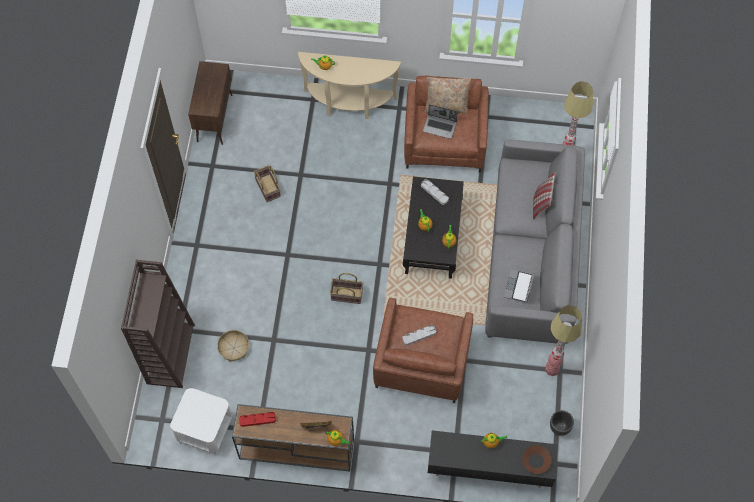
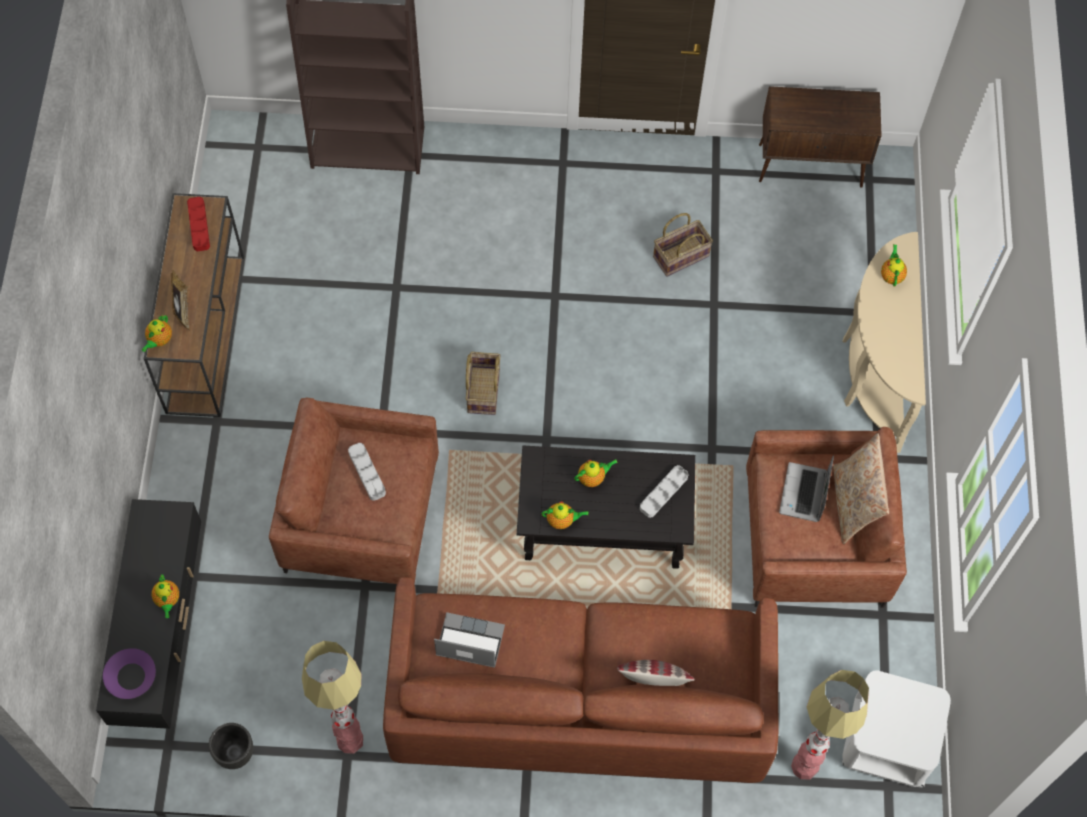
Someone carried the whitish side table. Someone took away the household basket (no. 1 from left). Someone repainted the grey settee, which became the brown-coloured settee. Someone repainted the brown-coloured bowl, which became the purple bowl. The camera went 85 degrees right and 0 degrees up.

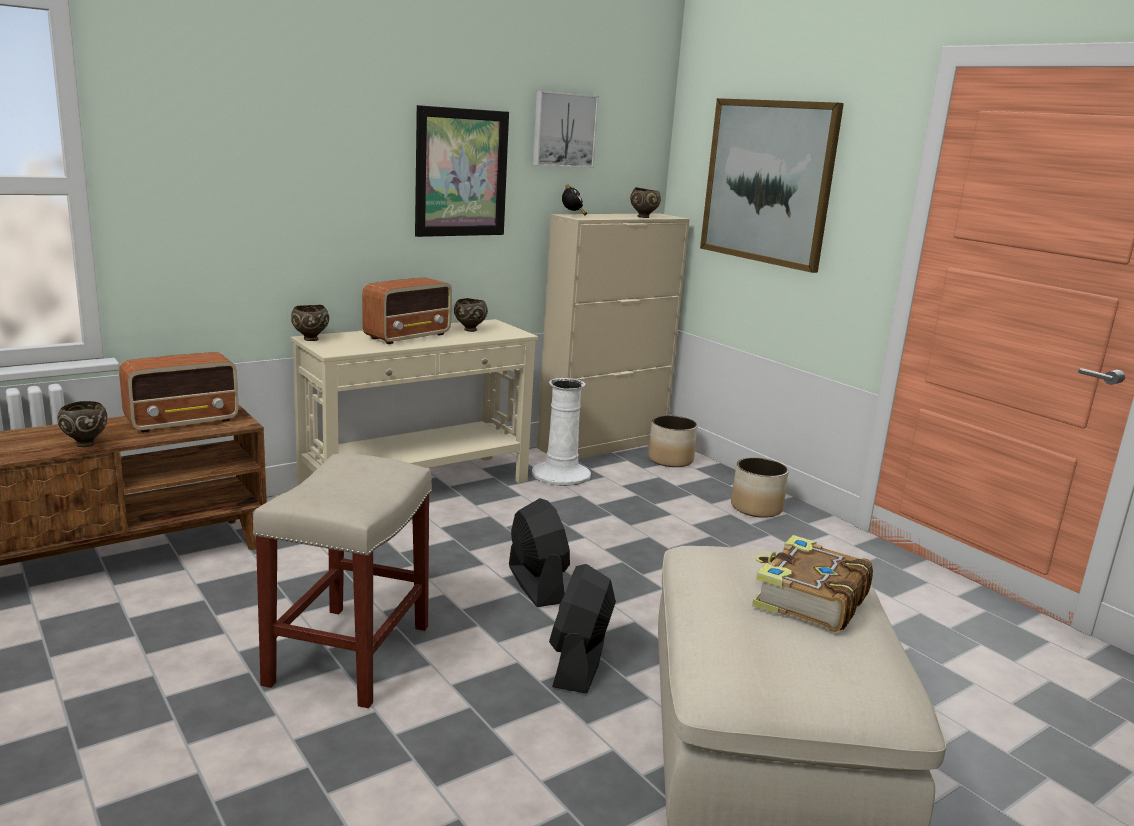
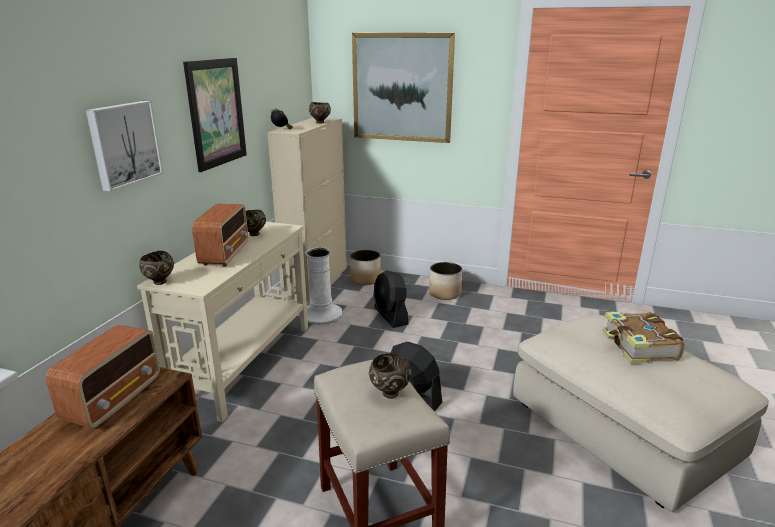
Someone carried the brown-coloured bowl (no. 1 from left in the first image). Someone carried the wall picture (no. 2 from left in the first image). Someone carried the black fan (no. 2 from left in the first image). The camera went 35 degrees left and 5 degrees up.

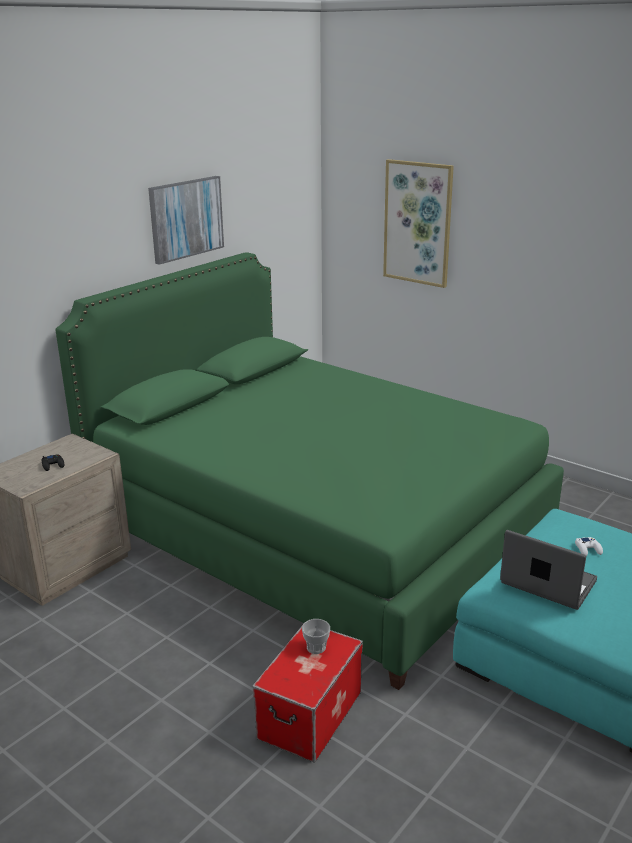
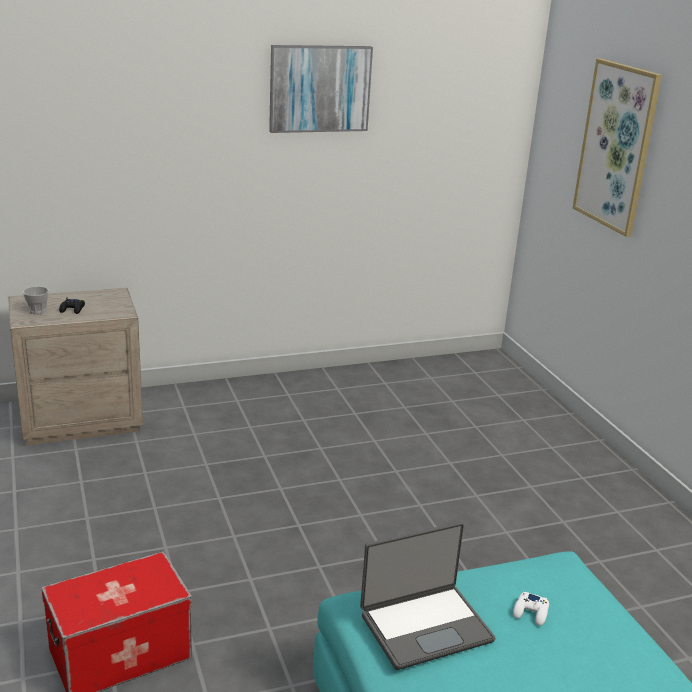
Someone took away the green sleeping bed. Someone carried the drinking cup. Someone rotated the notebook computer by 90 degrees clockwise. The camera went 30 degrees right and 0 degrees up.

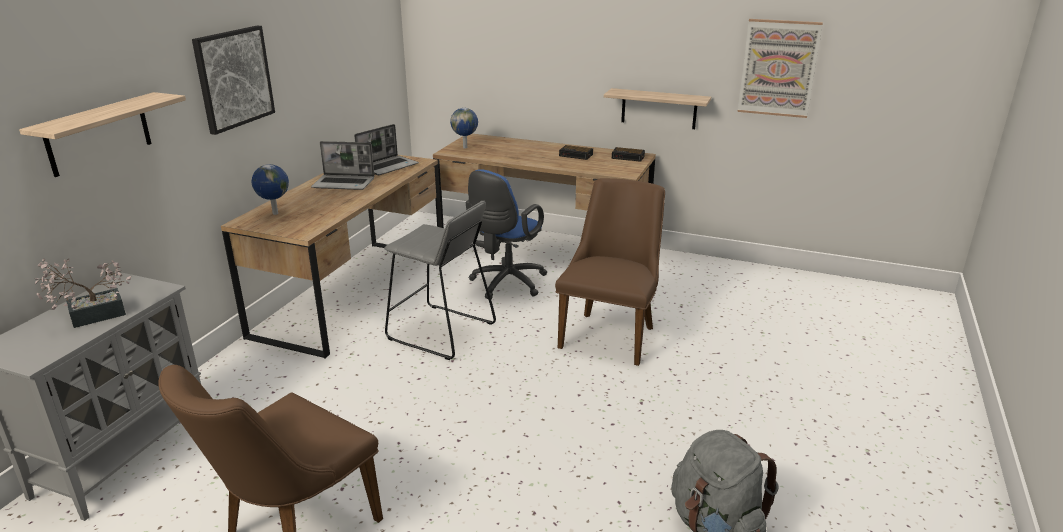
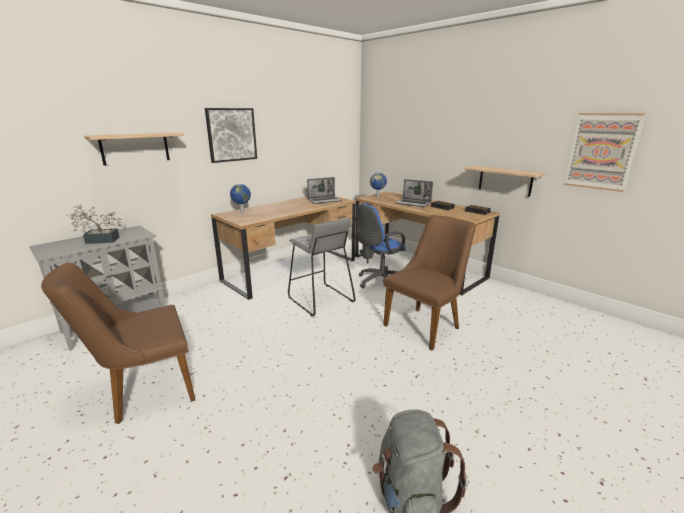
Someone carried the notebook computer (no. 1 from left in the first image). The camera went 25 degrees right and 5 degrees down.

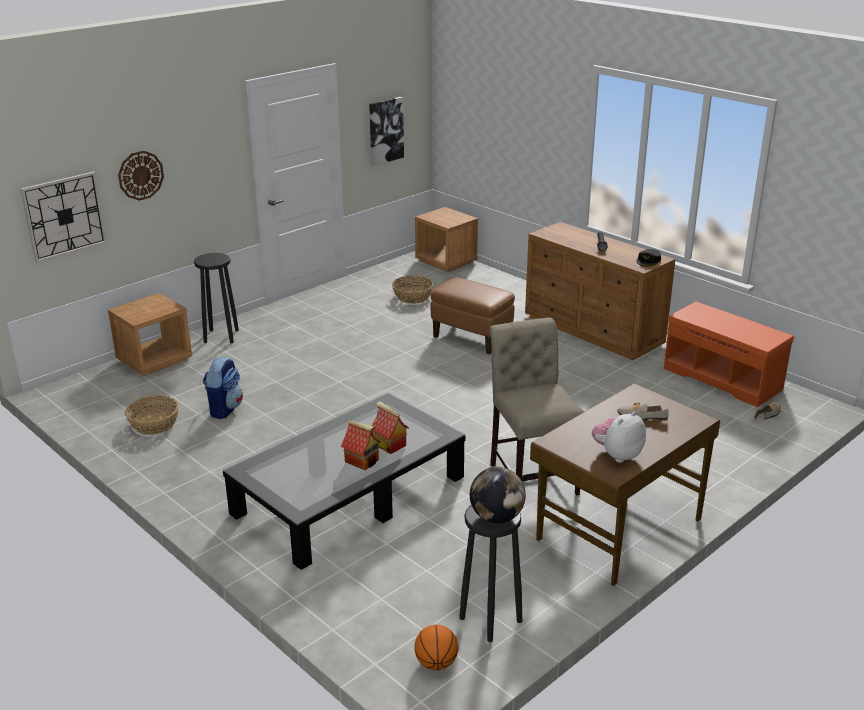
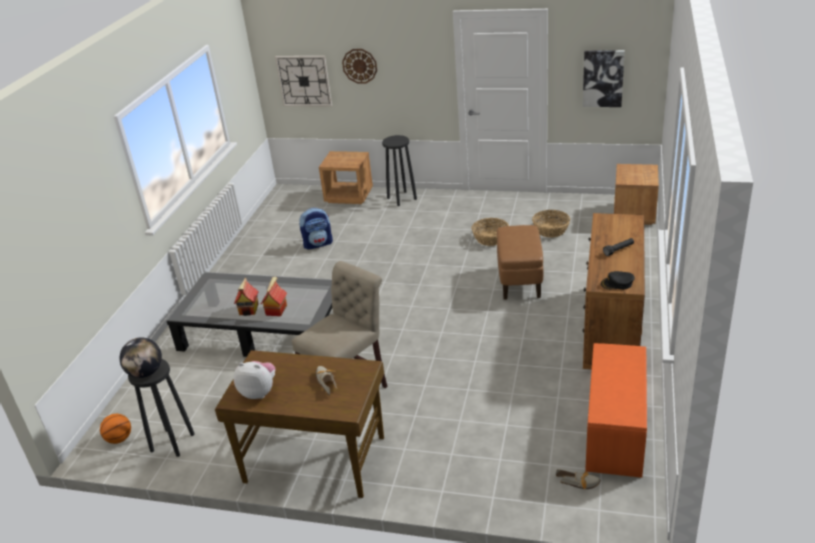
Someone carried the household basket (no. 1 from left). The camera went 60 degrees right and 5 degrees up.

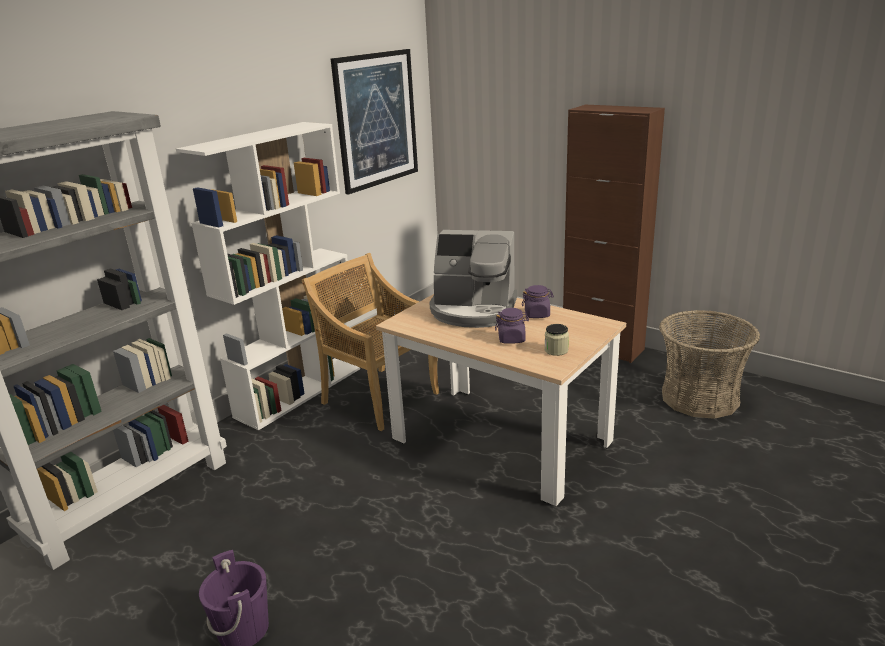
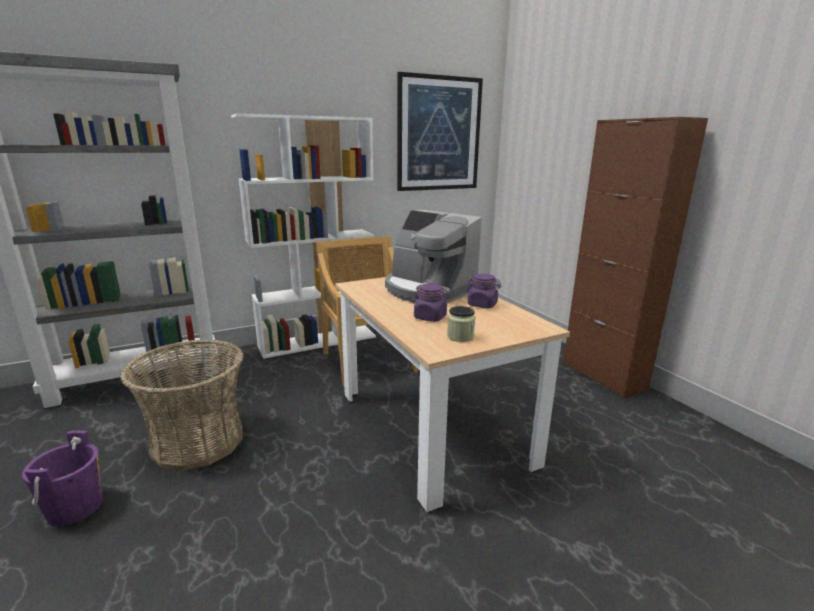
Someone carried the household basket. The camera went 25 degrees right and 5 degrees down.

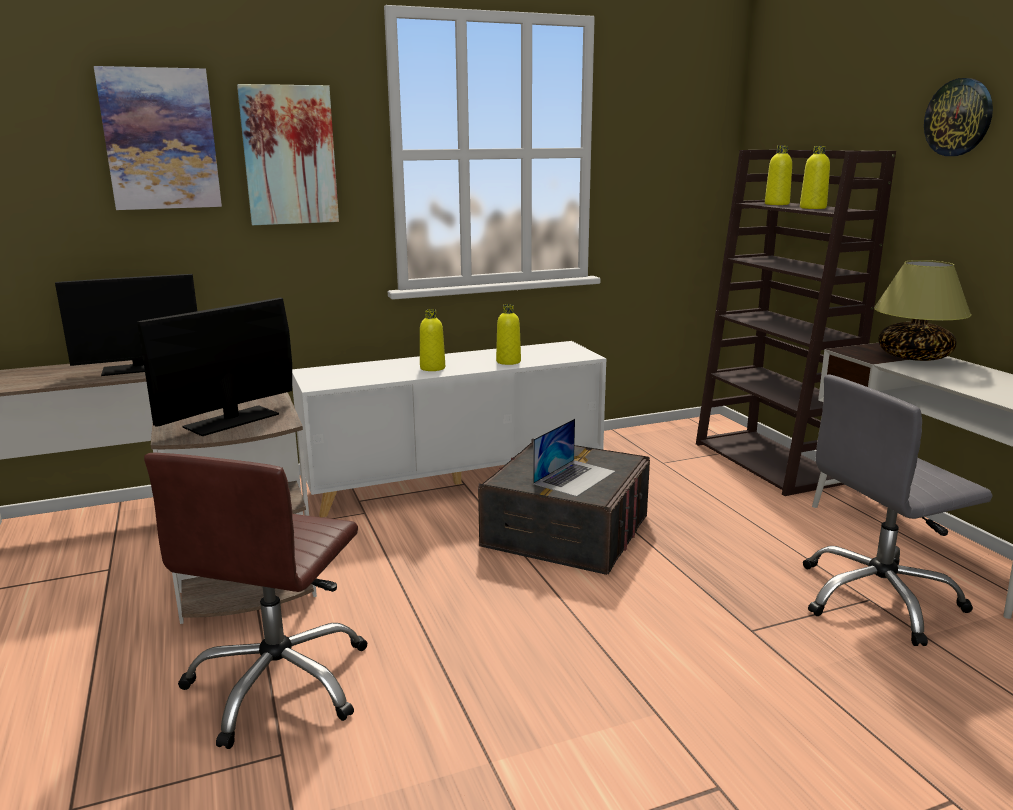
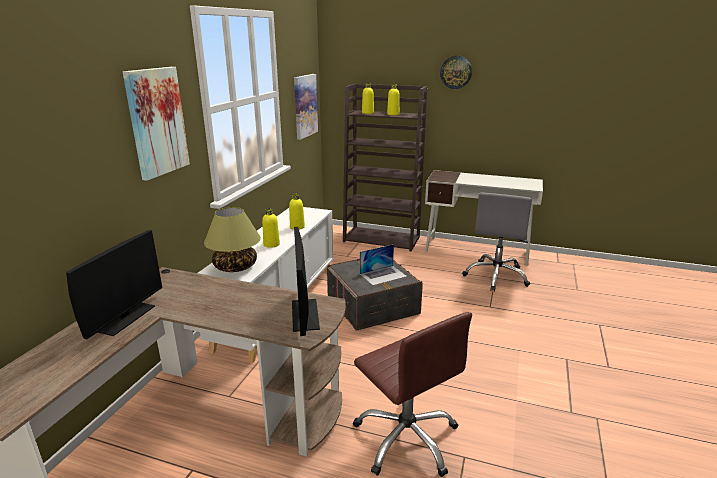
Someone carried the wall picture (no. 1 from left in the first image). Someone rotated the notebook computer by 75 degrees clockwise. Someone carried the lamp for a table. The camera went 50 degrees left and 5 degrees up.

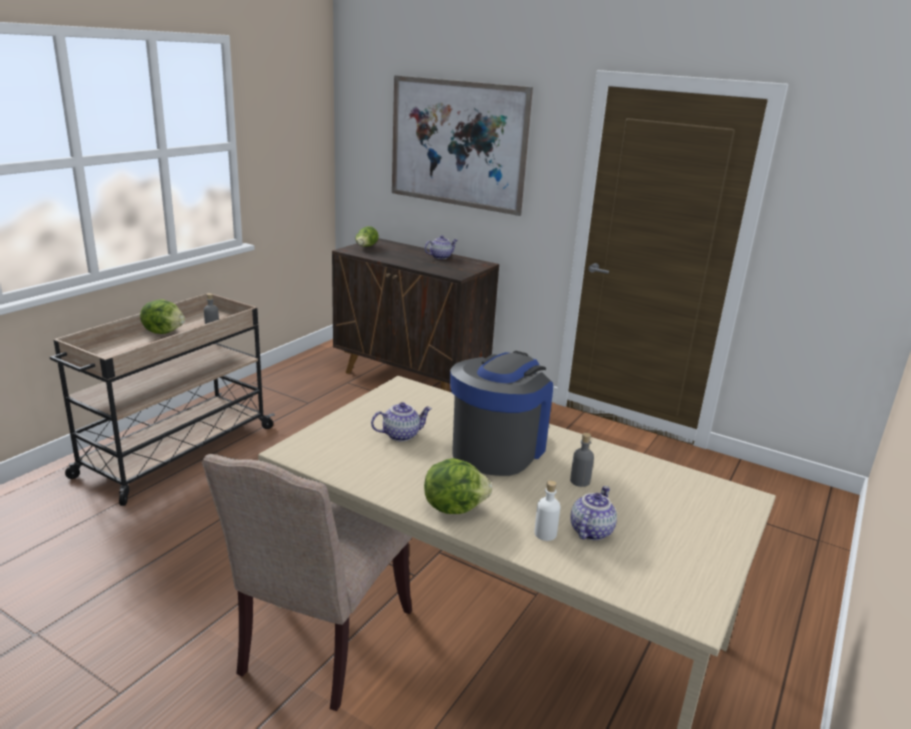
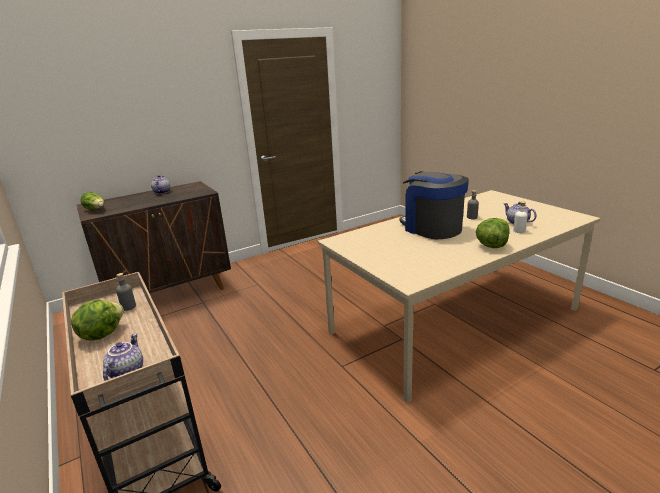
Someone took away the beige-coloured upright chair. Someone carried the pot for tea (no. 1 from left). Someone took away the wall picture. The camera went 60 degrees left and 0 degrees up.

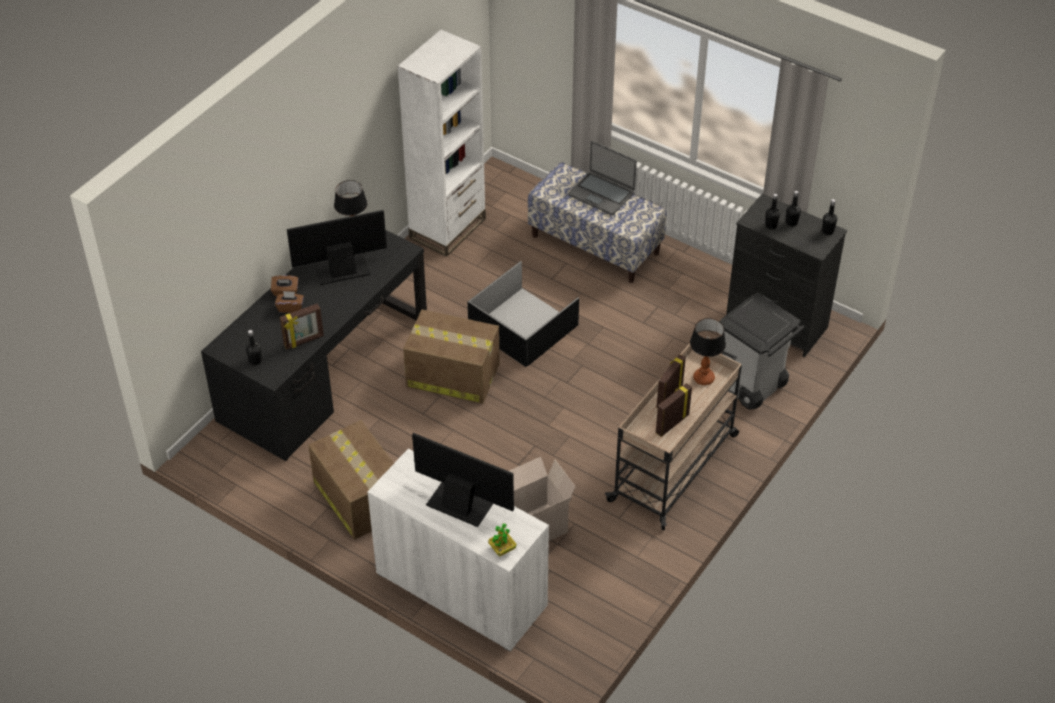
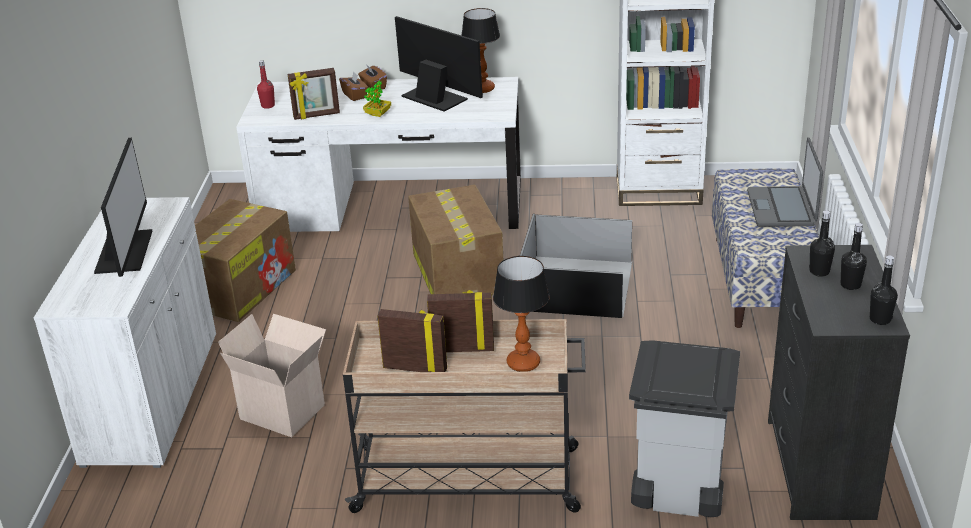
Someone repainted the black desk table, which became the whitish desk table. Someone repainted the black bottle (no. 1 from left), which became the red bottle. Someone rotated the photo frame (no. 1 from left) by 45 degrees counterclockwise. Someone carried the potted plant. The camera went 60 degrees right and 15 degrees down.

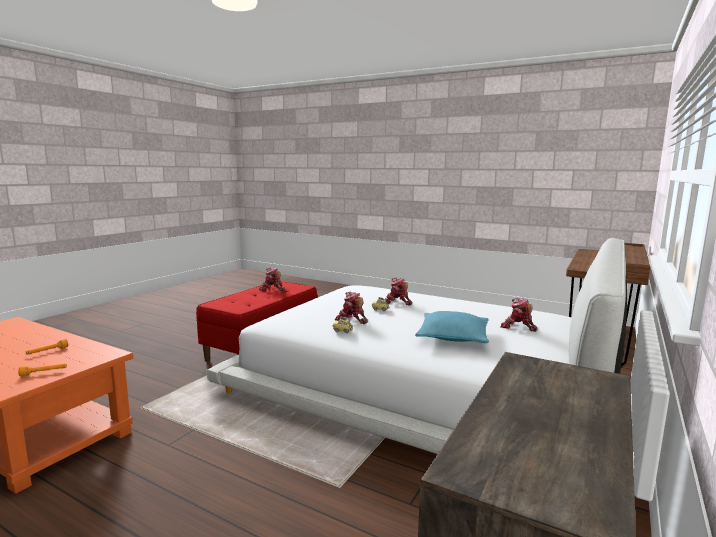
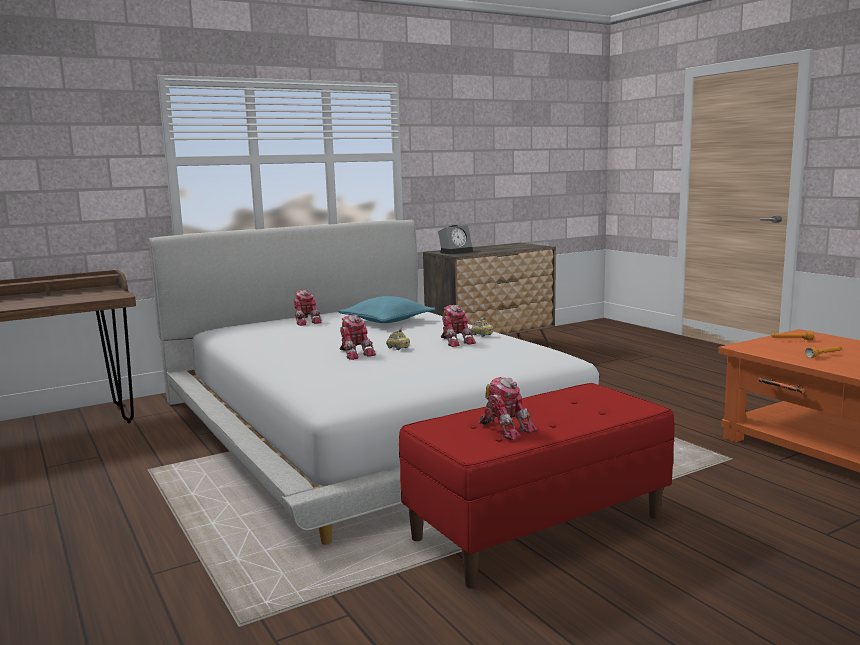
Someone put down the table clock. The camera went 150 degrees left and 0 degrees up.

